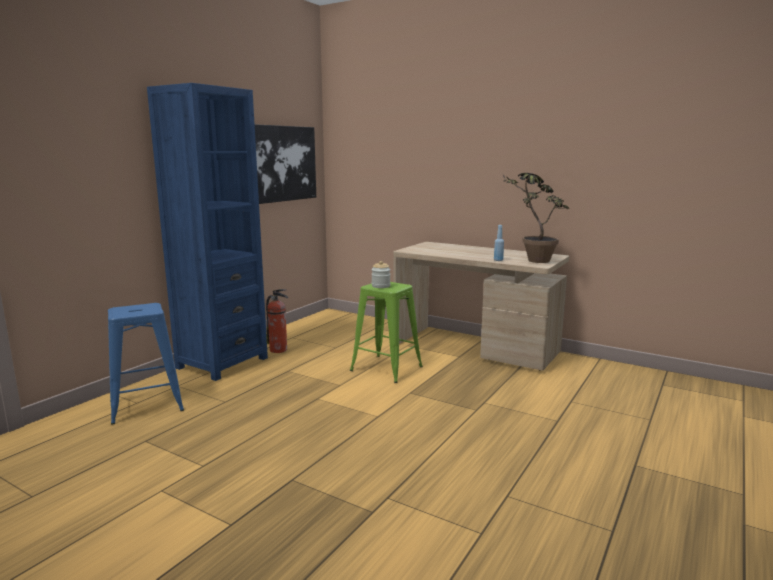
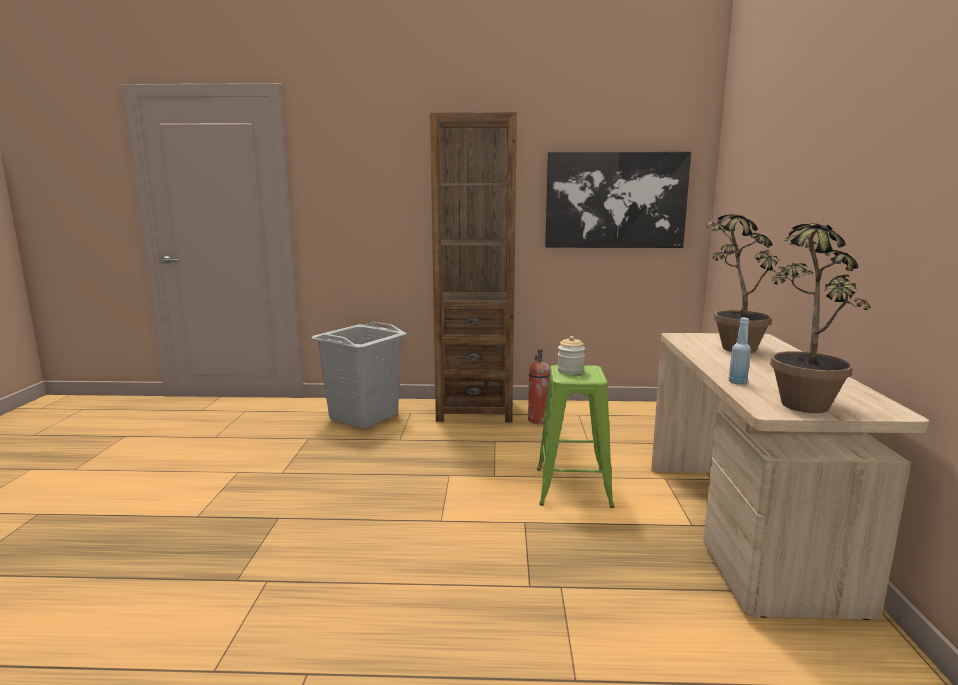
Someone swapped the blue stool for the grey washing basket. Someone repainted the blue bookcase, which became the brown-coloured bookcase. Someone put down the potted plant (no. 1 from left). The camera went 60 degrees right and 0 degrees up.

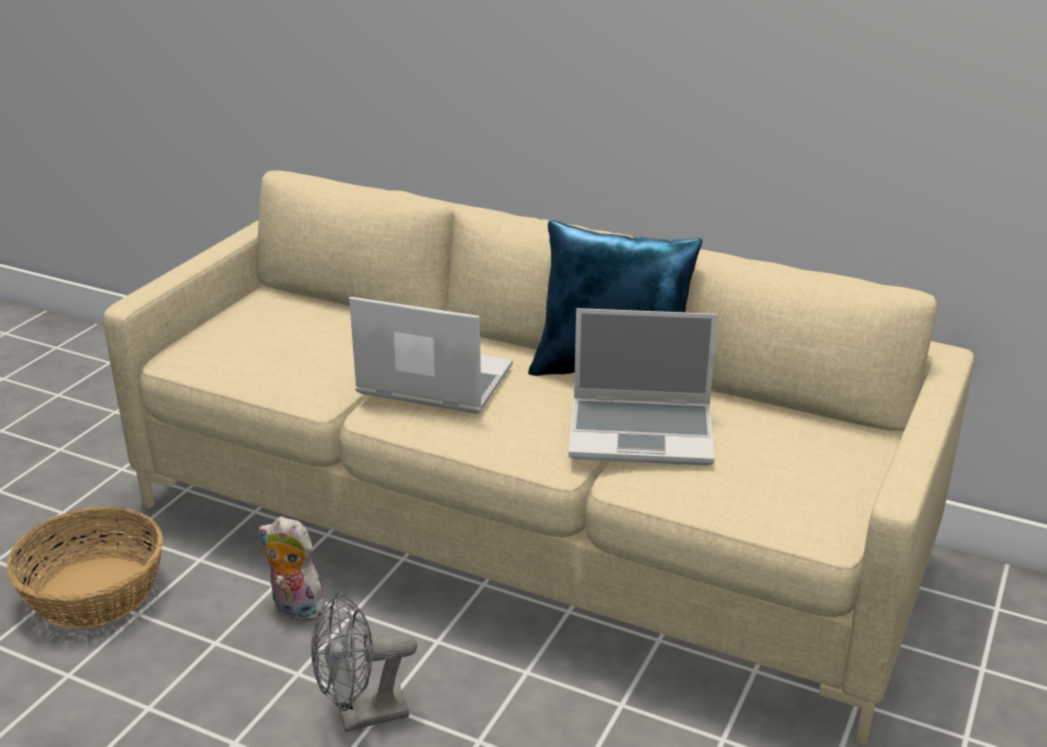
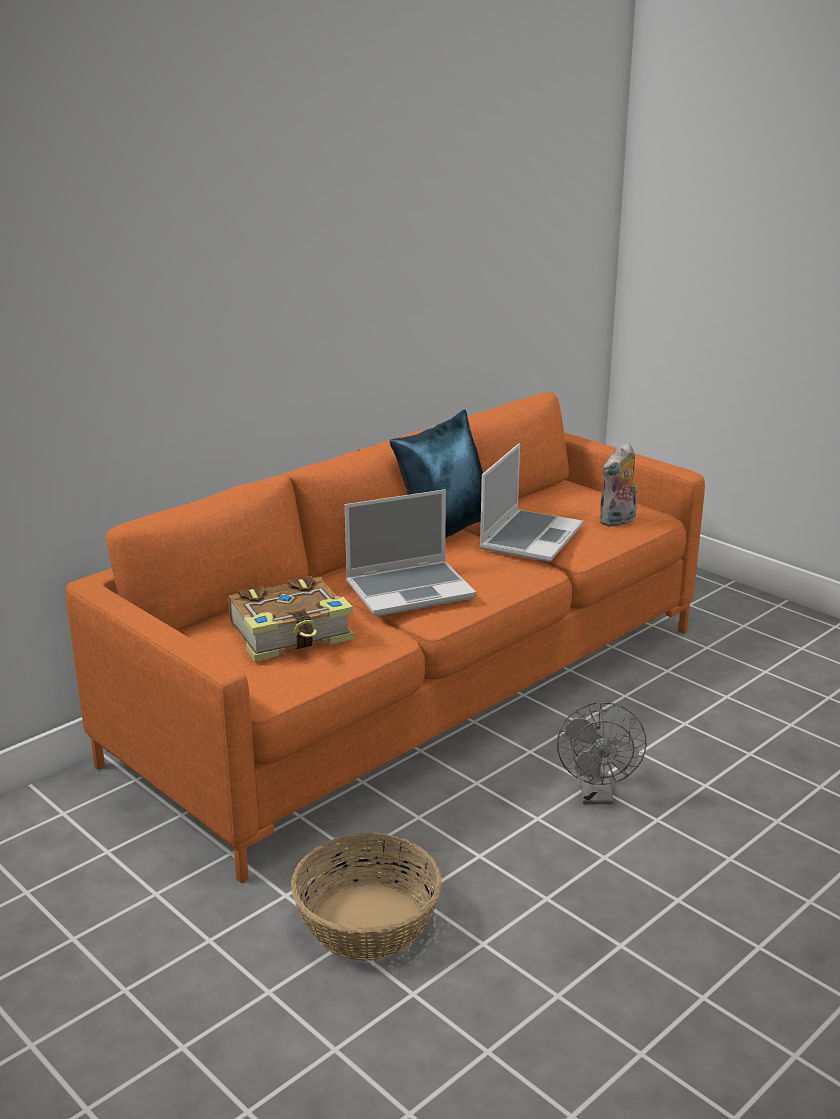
Someone repainted the beige-coloured settee, which became the orangey settee. Someone carried the cuddly toy. Someone rotated the notebook computer (no. 1 from left) by 150 degrees counterclockwise. Someone put down the bound book. The camera went 70 degrees left and 5 degrees down.

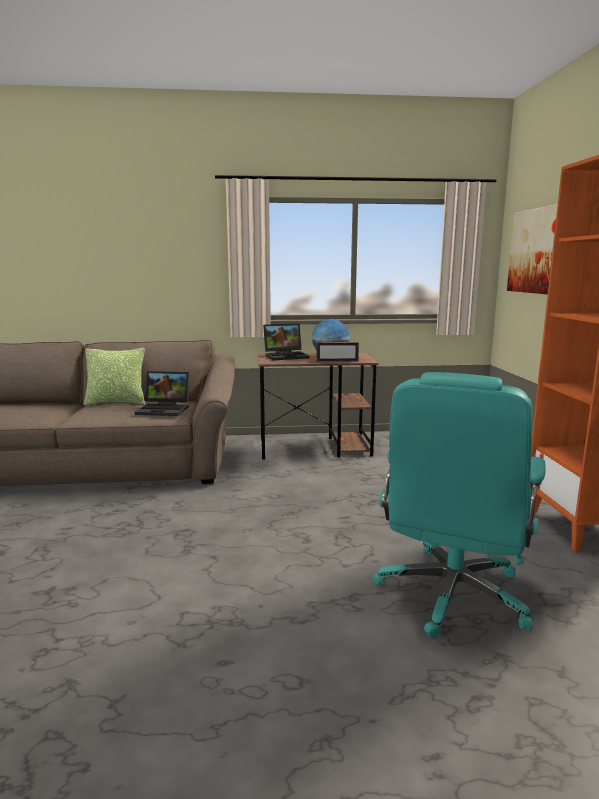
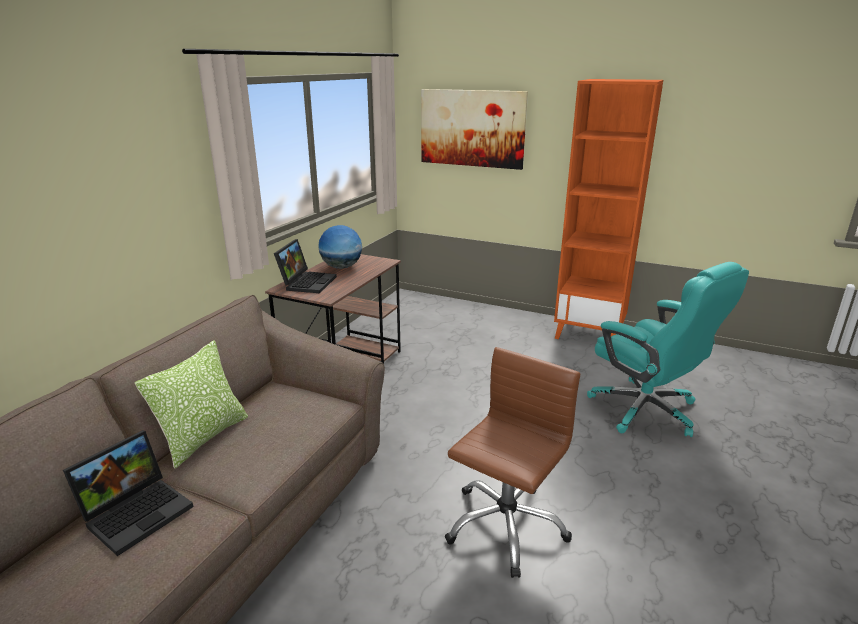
Someone carried the notebook computer (no. 1 from left). Someone took away the photo frame. Someone put down the brown-coloured desk chair. The camera went 60 degrees left and 10 degrees up.

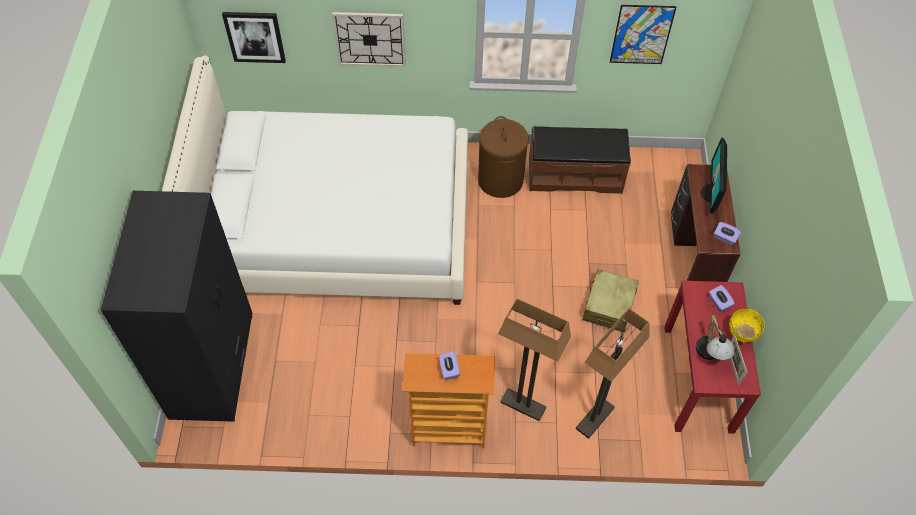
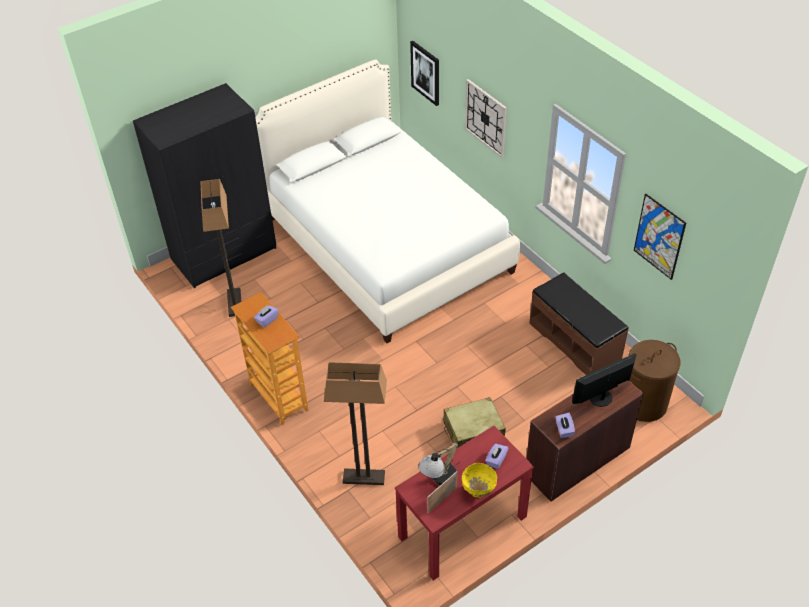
Someone carried the brown-coloured washing basket. Someone carried the floor lamp (no. 1 from left). The camera went 55 degrees right and 10 degrees down.

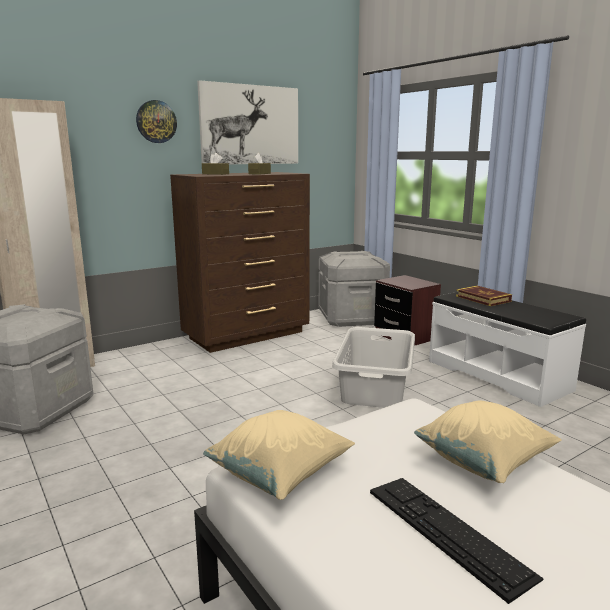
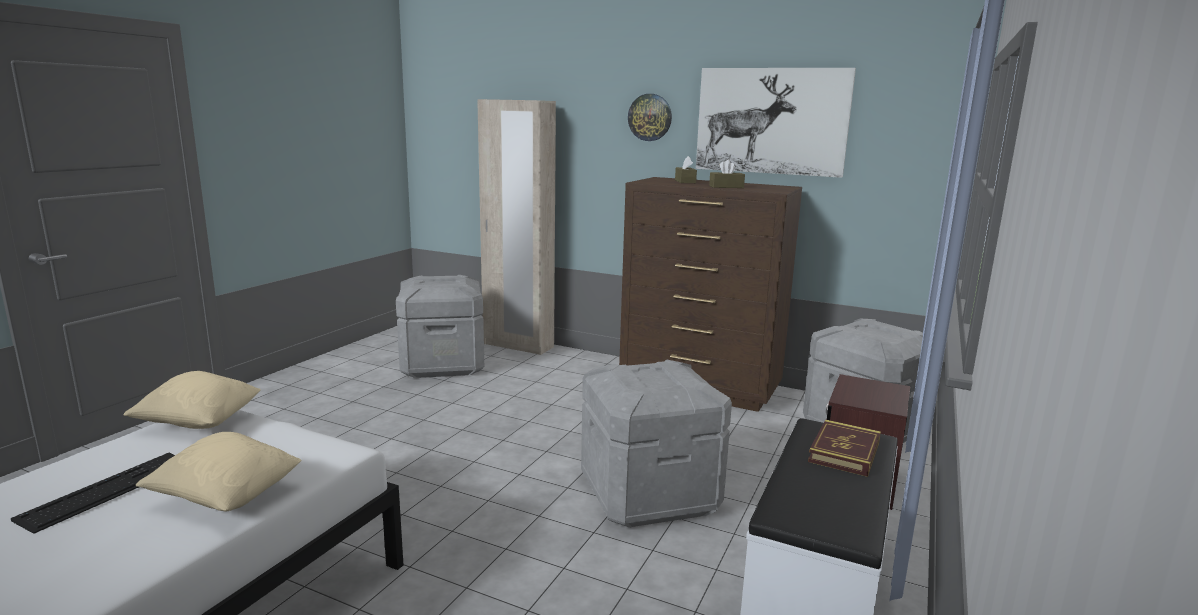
Someone swapped the grey washing basket for the grey storage box (no. 2 from left). The camera went 60 degrees right and 0 degrees up.

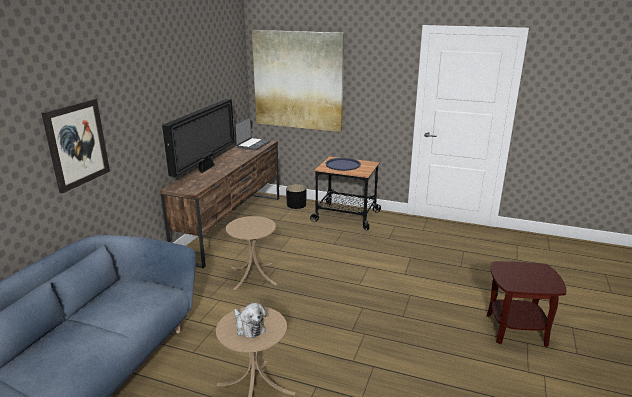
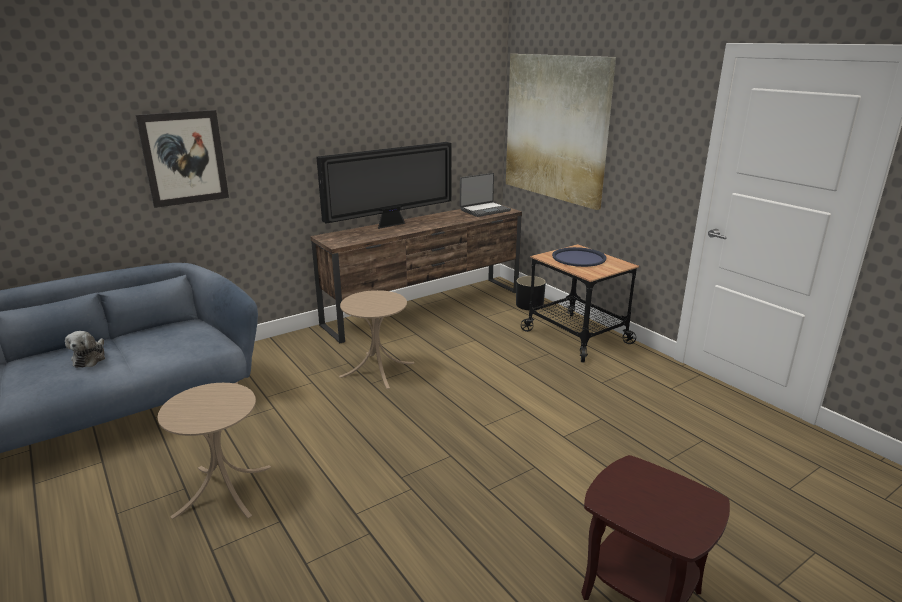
Someone carried the cuddly toy. The camera went 35 degrees right and 0 degrees up.

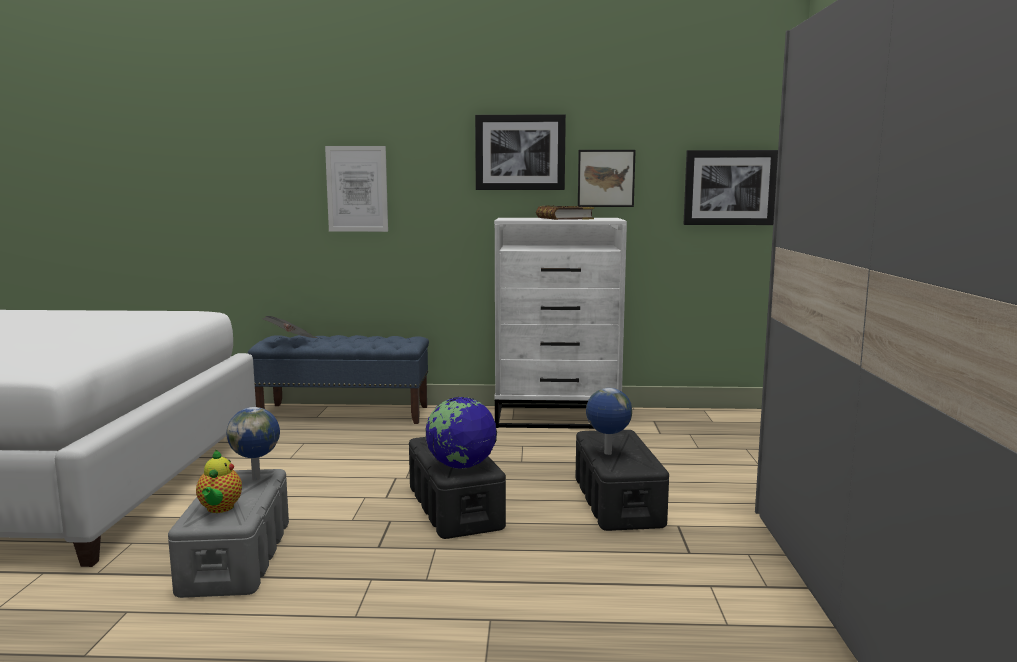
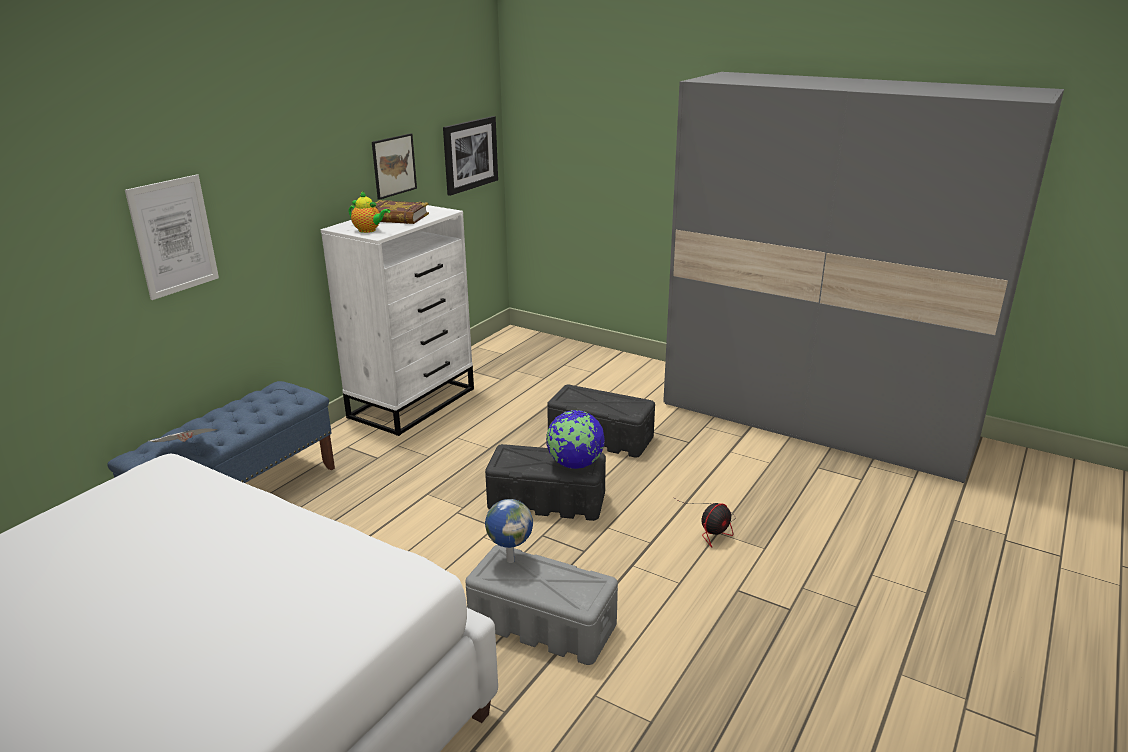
Someone carried the pot for tea. Someone took away the wall picture (no. 2 from left). Someone took away the world globe (no. 3 from left). Someone put down the fan. The camera went 60 degrees left and 15 degrees up.

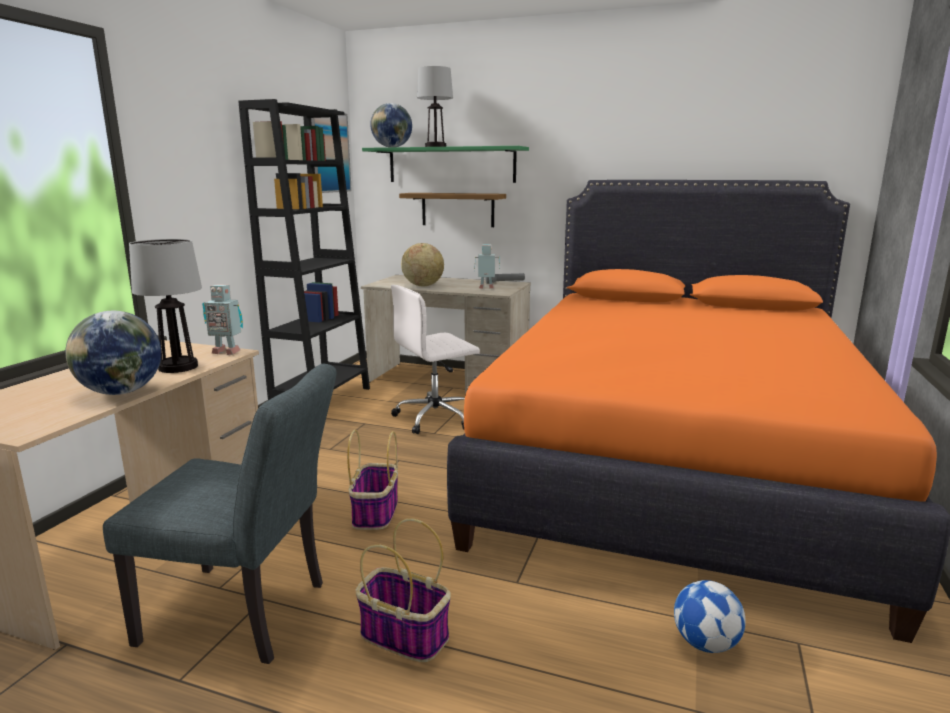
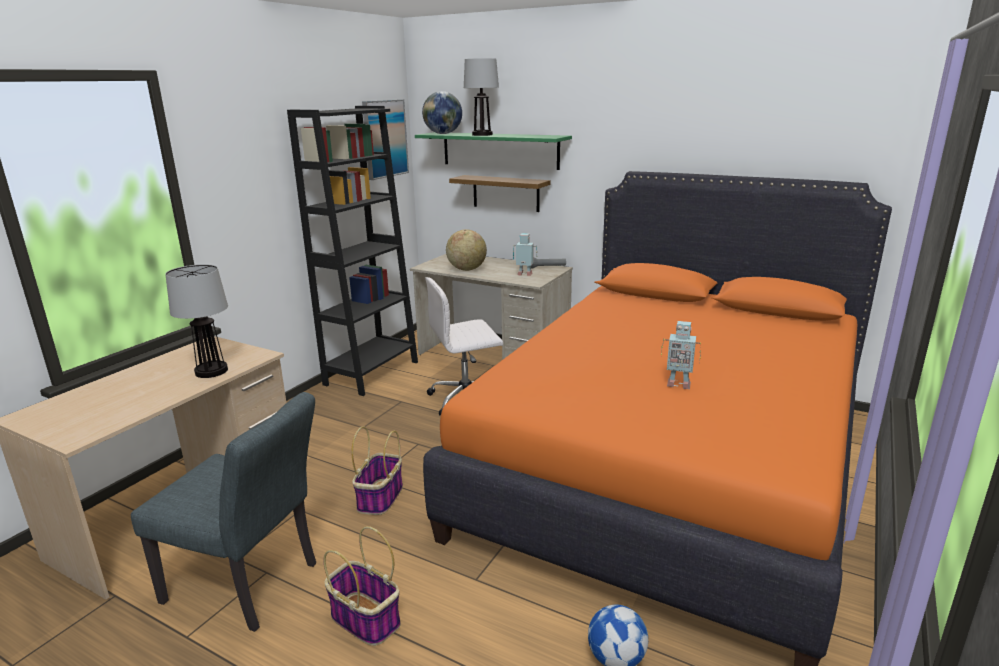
Someone took away the world globe (no. 1 from left). Someone carried the robot figure (no. 1 from left in the first image). The camera went 10 degrees right and 5 degrees up.

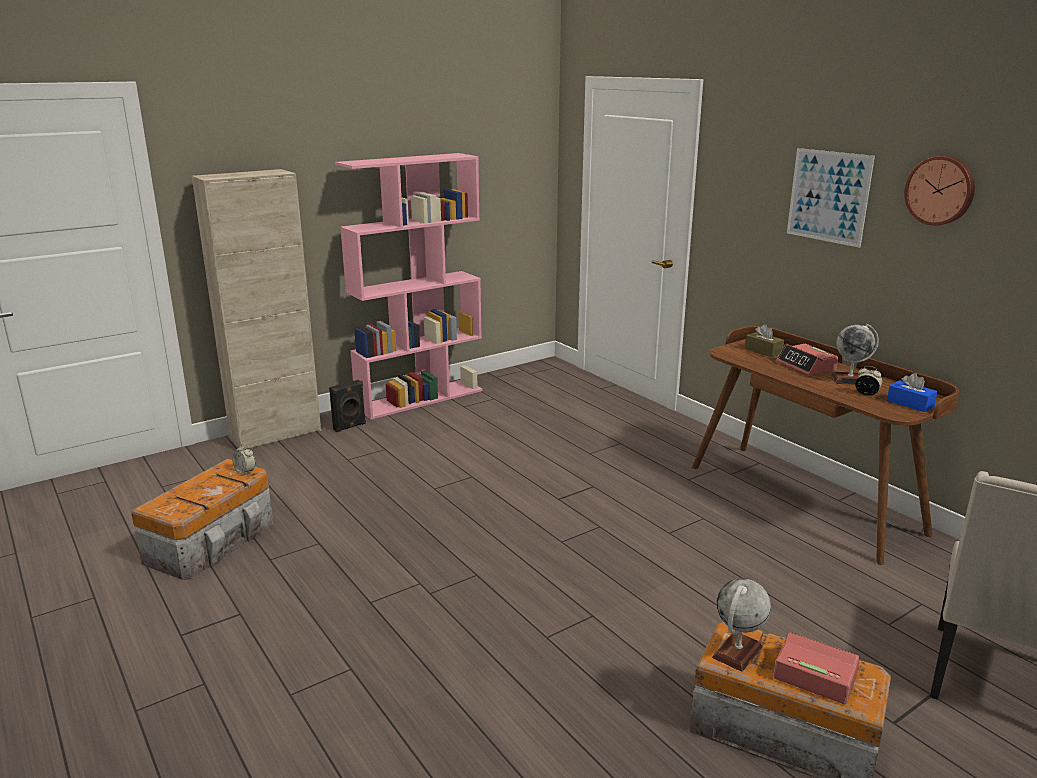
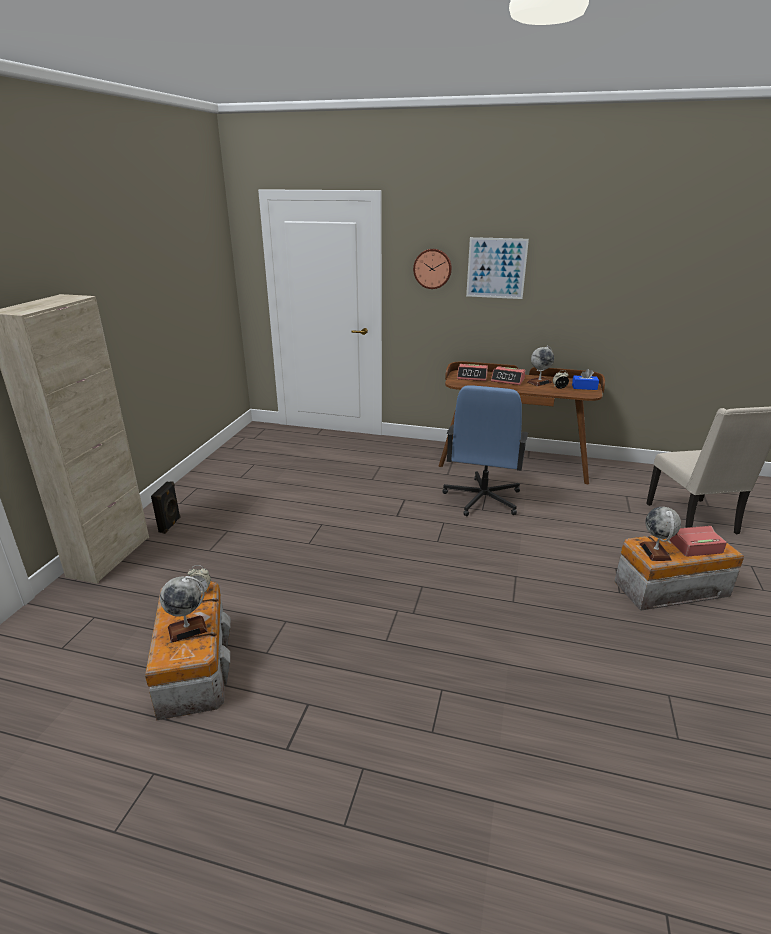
Someone took away the pink-coloured bookcase. Someone swapped the brown-coloured tissue holder for the table clock (no. 2 from left). Someone carried the clock on the wall. Someone put down the world globe (no. 1 from left). Someone put down the blue desk chair. The camera went 40 degrees left and 5 degrees up.

